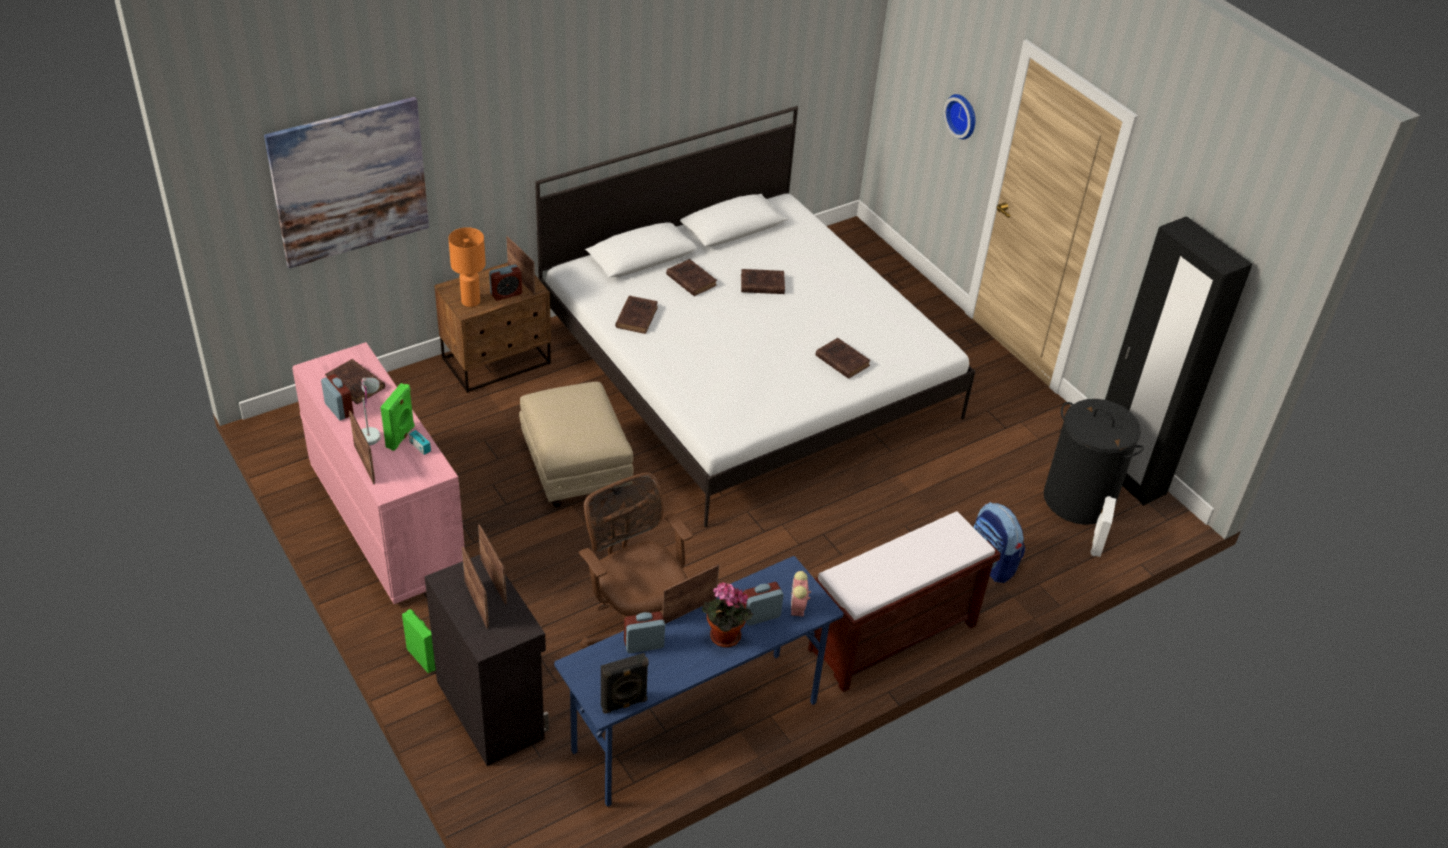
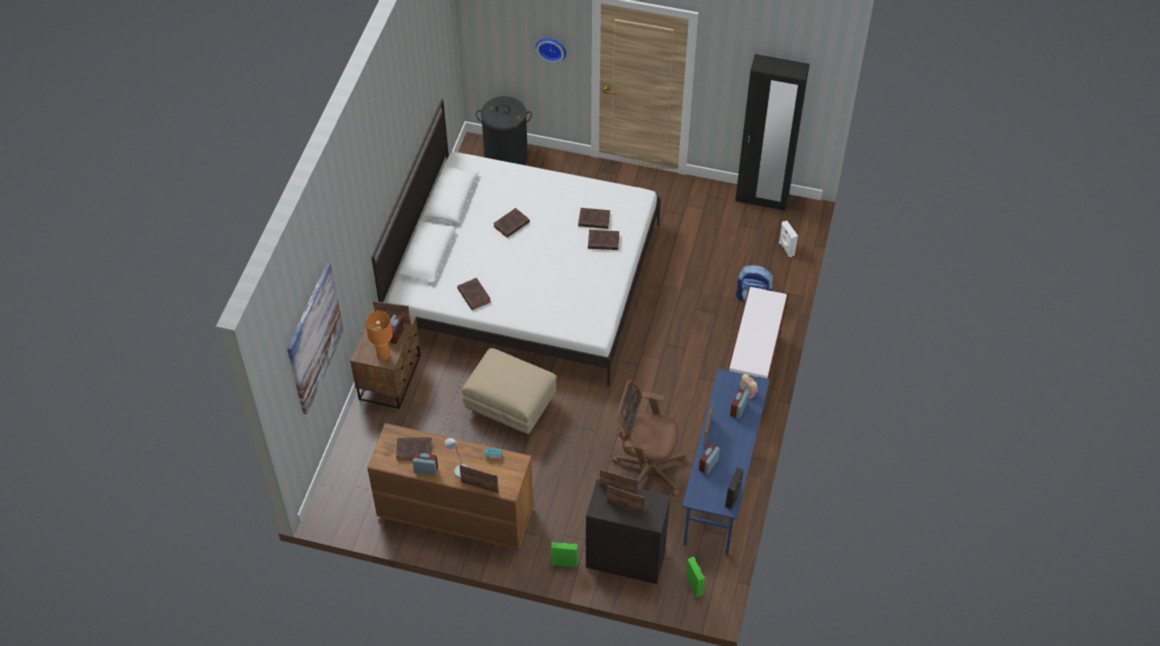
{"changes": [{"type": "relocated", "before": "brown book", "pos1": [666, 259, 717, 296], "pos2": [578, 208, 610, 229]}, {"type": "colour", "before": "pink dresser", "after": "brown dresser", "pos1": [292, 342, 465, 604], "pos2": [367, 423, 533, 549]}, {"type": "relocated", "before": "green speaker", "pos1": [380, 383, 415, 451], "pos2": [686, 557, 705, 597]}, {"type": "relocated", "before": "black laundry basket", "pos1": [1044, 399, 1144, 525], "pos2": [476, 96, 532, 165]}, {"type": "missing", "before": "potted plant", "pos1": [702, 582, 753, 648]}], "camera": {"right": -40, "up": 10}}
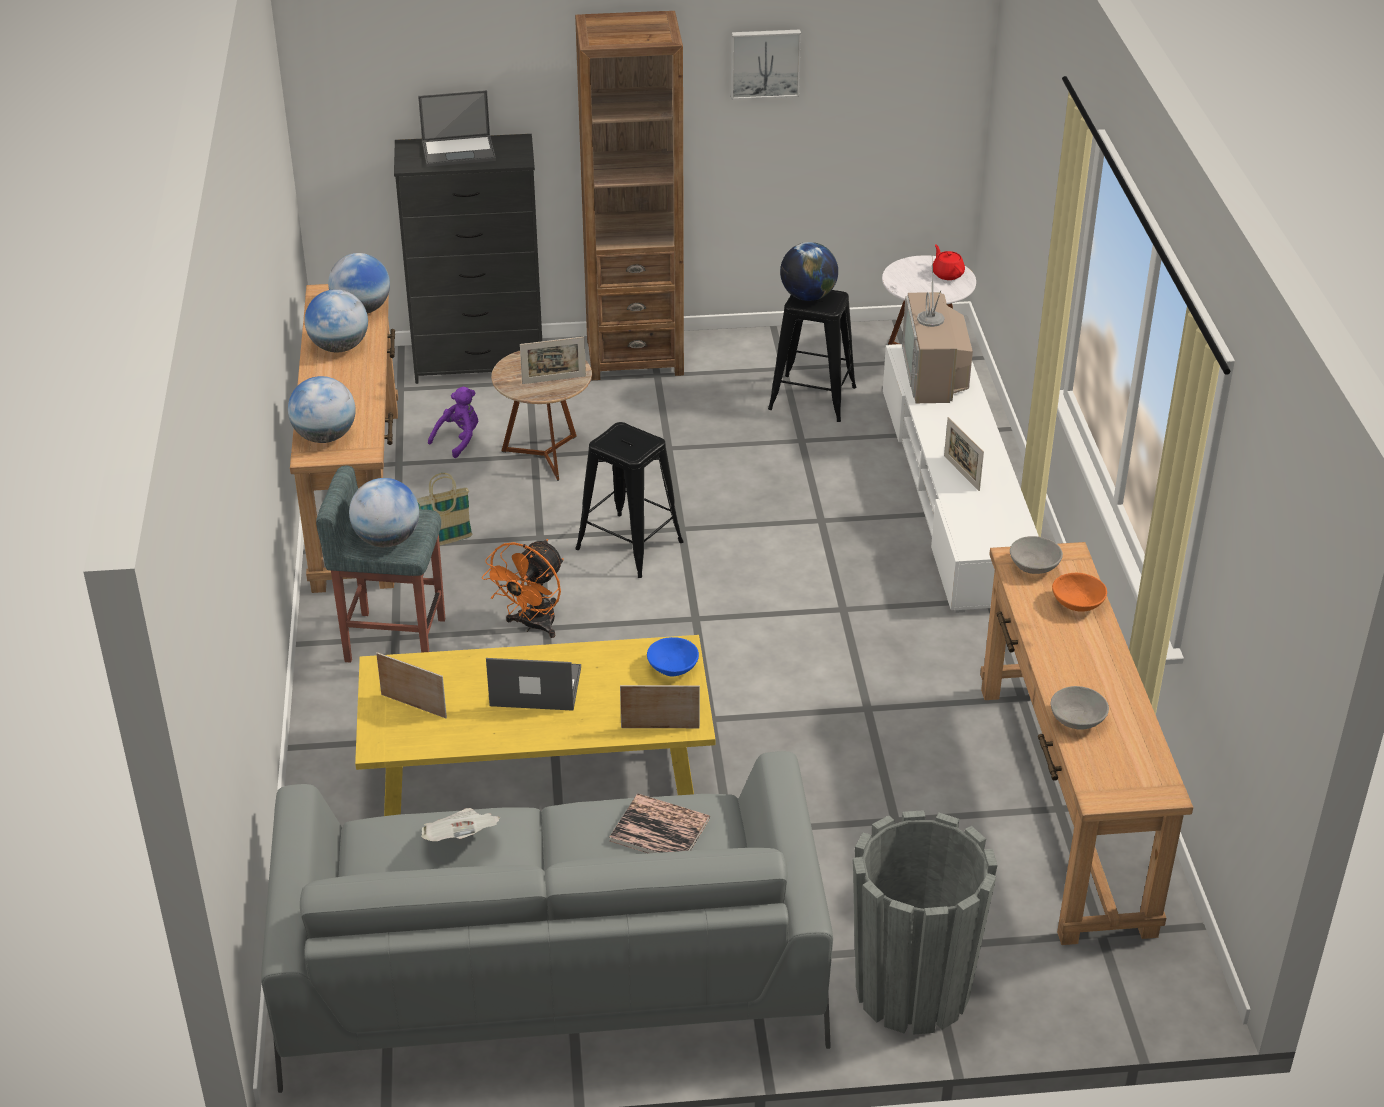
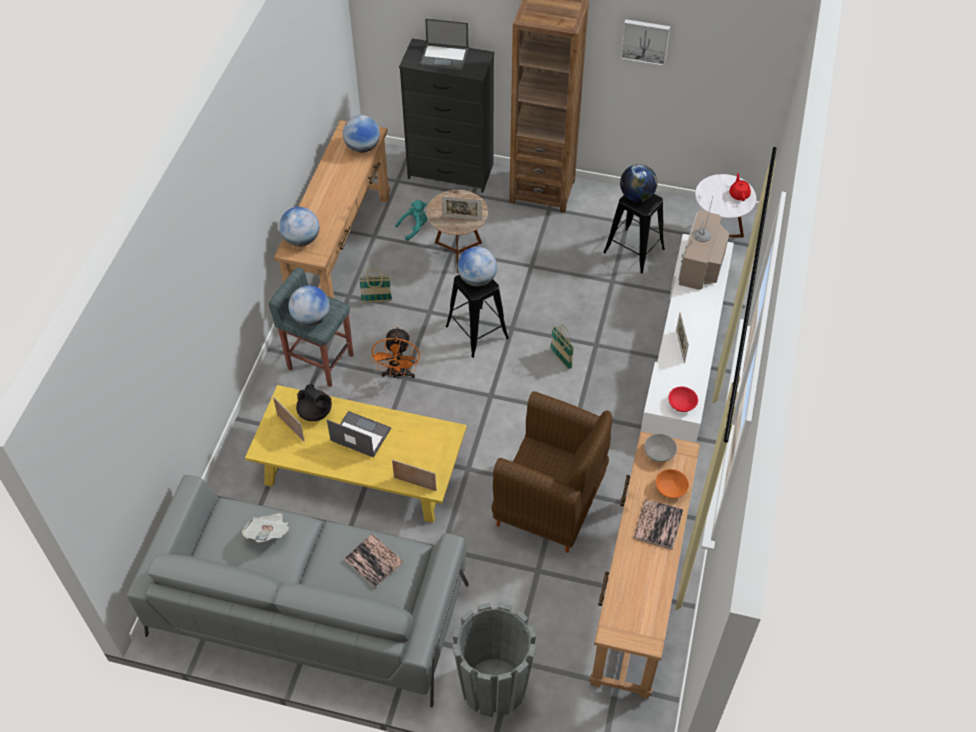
{"changes": [{"type": "relocated", "before": "globe", "pos1": [305, 289, 368, 353], "pos2": [458, 247, 497, 287]}, {"type": "colour", "before": "purple plush toy", "after": "turquoise plush toy", "pos1": [428, 387, 478, 458], "pos2": [395, 200, 427, 241]}, {"type": "spun", "before": "orange fan", "pos1": [482, 539, 564, 638], "pos2": [371, 327, 420, 379], "turn": -45}, {"type": "missing", "before": "blue bowl", "pos1": [647, 637, 699, 677]}, {"type": "missing", "before": "grey bowl", "pos1": [1051, 686, 1109, 730]}, {"type": "appeared", "after": "basket", "pos2": [550, 325, 574, 370]}, {"type": "appeared", "after": "black teapot", "pos2": [296, 384, 332, 421]}, {"type": "appeared", "after": "red bowl", "pos2": [668, 387, 698, 412]}, {"type": "appeared", "after": "brown armchair", "pos2": [491, 391, 612, 553]}, {"type": "appeared", "after": "book", "pos2": [633, 499, 684, 550]}], "camera": {"right": 20, "up": 15}}
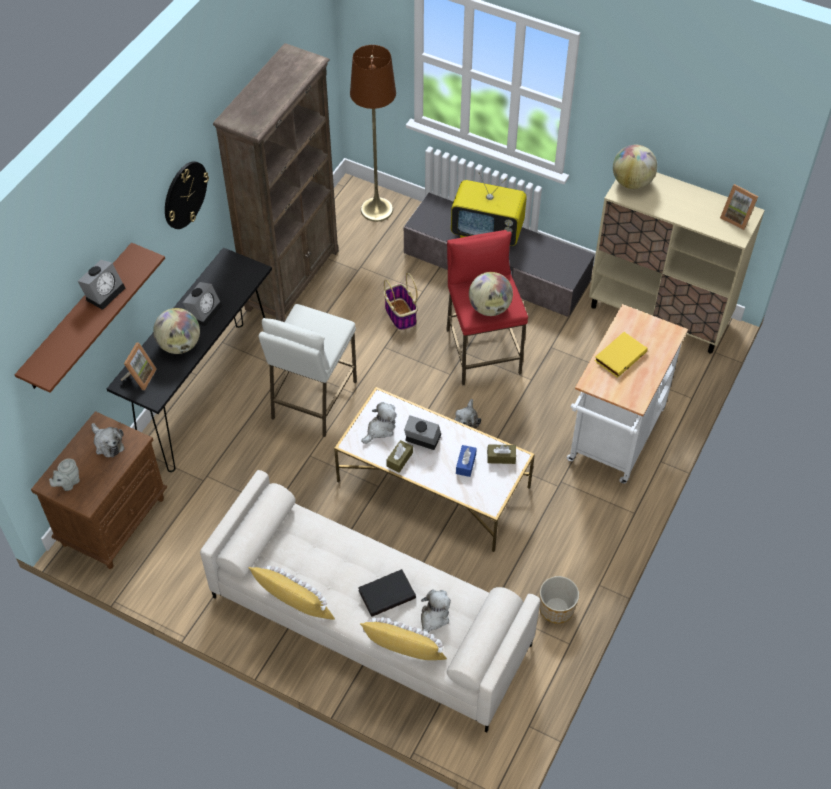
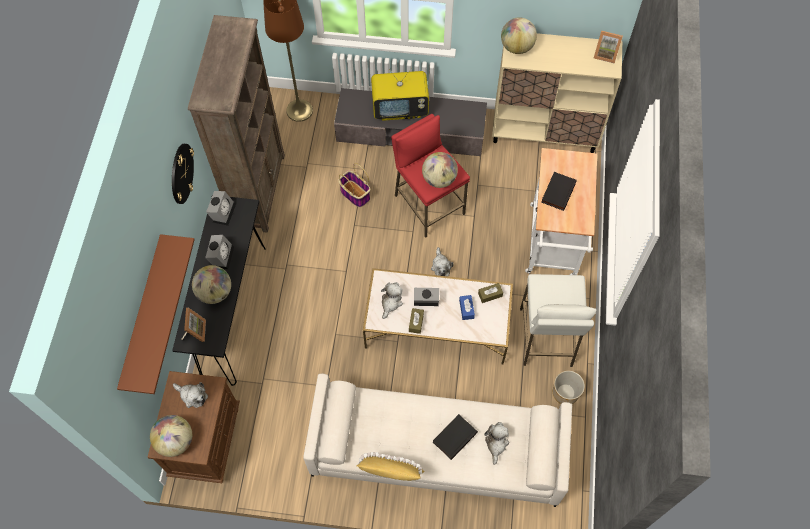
{"changes": [{"type": "relocated", "before": "alarm clock", "pos1": [78, 260, 125, 310], "pos2": [206, 191, 236, 226]}, {"type": "relocated", "before": "white stool", "pos1": [259, 304, 357, 437], "pos2": [520, 274, 597, 367]}, {"type": "colour", "before": "yellow book", "after": "black book", "pos1": [594, 332, 648, 378], "pos2": [541, 172, 577, 211]}, {"type": "exchanged", "before": "grey teapot", "after": "globe", "pos1": [49, 458, 80, 491], "pos2": [150, 415, 192, 457]}, {"type": "missing", "before": "yellow pillow", "pos1": [360, 617, 447, 660]}], "camera": {"right": -20, "up": 10}}
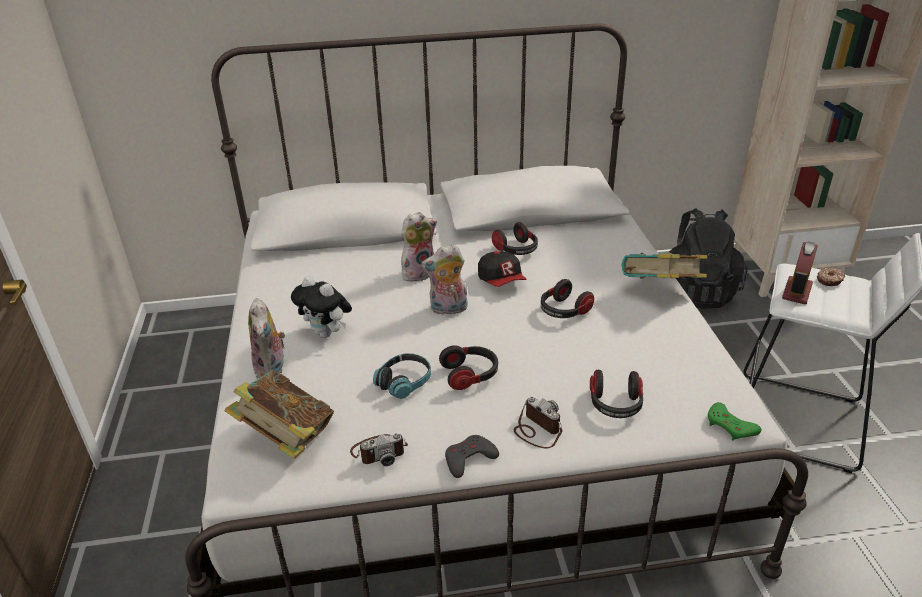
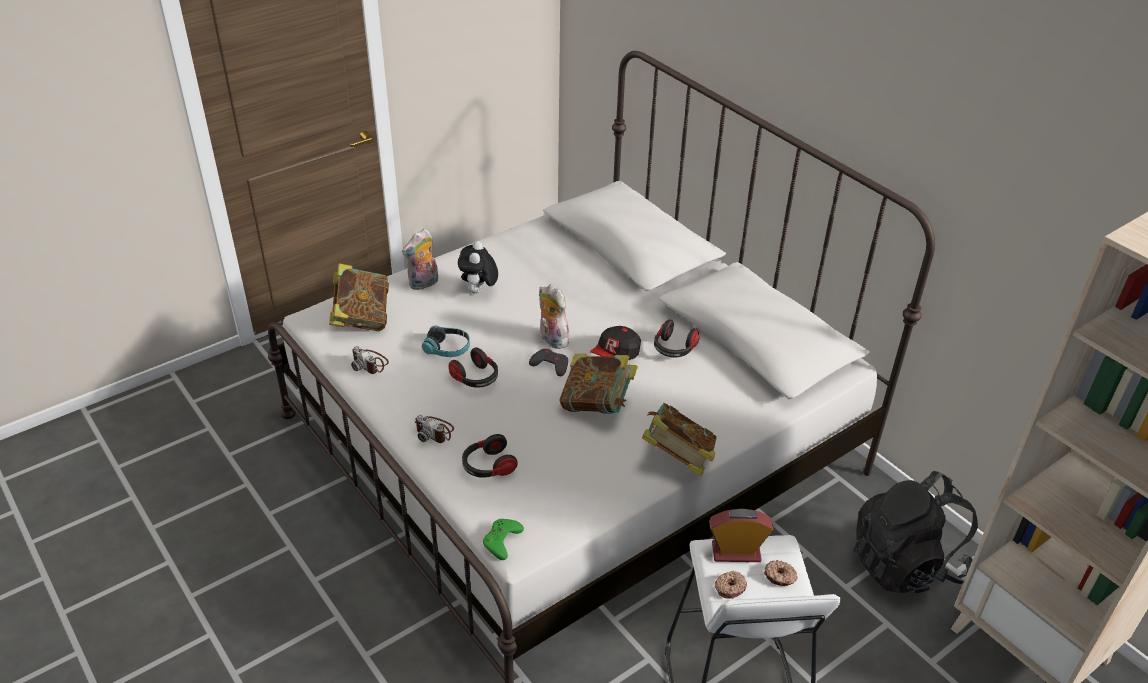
{"changes": [{"type": "missing", "before": "plush toy", "pos1": [401, 212, 437, 282]}, {"type": "exchanged", "before": "headphones", "after": "book", "pos1": [541, 279, 594, 318], "pos2": [560, 354, 638, 414]}, {"type": "spun", "before": "photo camera", "pos1": [514, 397, 562, 448], "pos2": [415, 415, 454, 443], "turn": 105}, {"type": "relocated", "before": "grey game controller", "pos1": [445, 435, 499, 478], "pos2": [529, 349, 568, 376]}, {"type": "appeared", "after": "donut", "pos2": [715, 571, 747, 599]}], "camera": {"right": 60, "up": 5}}
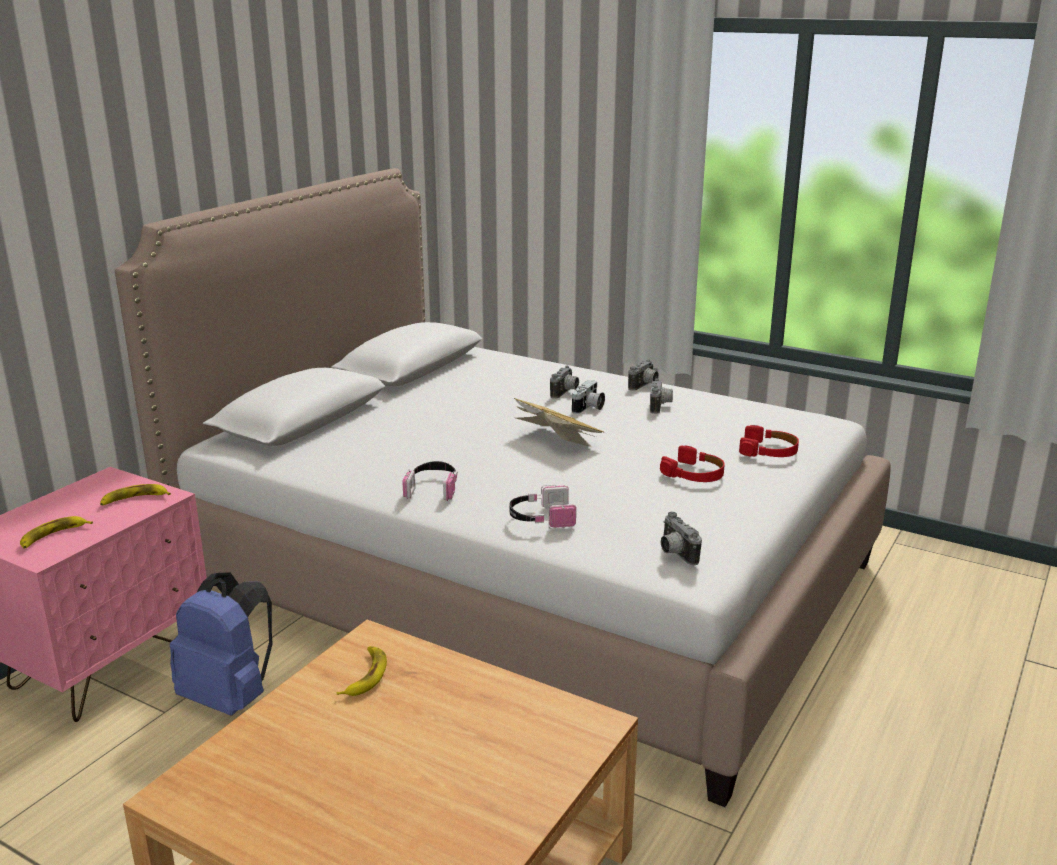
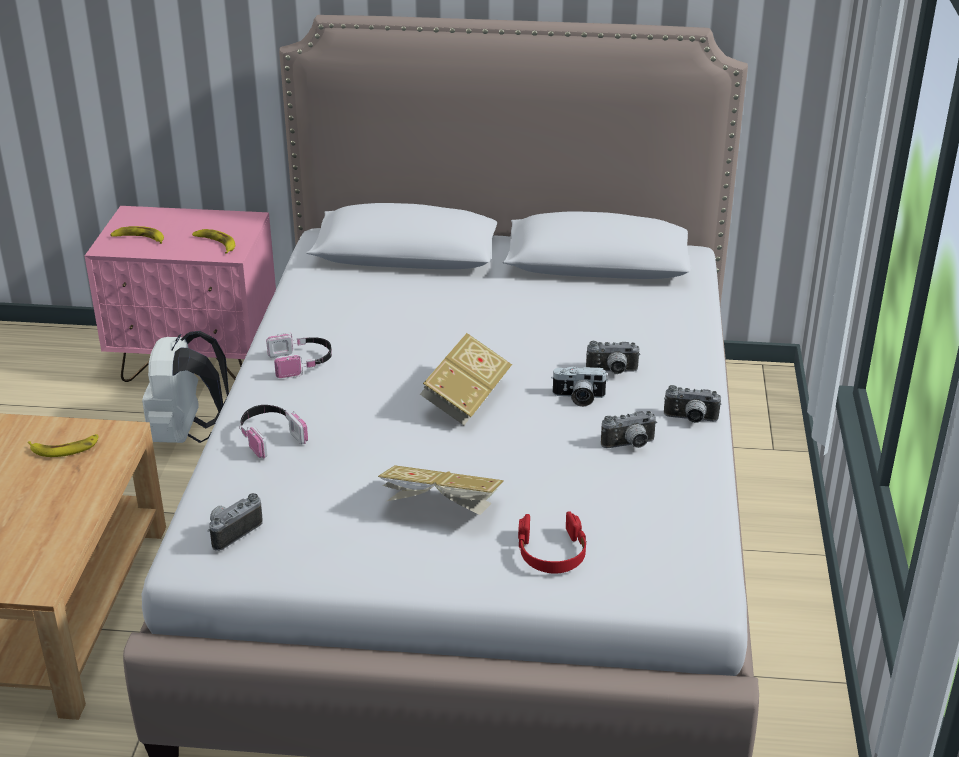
{"changes": [{"type": "exchanged", "before": "red headphones", "after": "book", "pos1": [660, 446, 725, 482], "pos2": [378, 465, 504, 515]}, {"type": "colour", "before": "blue backpack", "after": "white backpack", "pos1": [170, 572, 273, 715], "pos2": [142, 331, 229, 443]}], "camera": {"right": 65, "up": 10}}
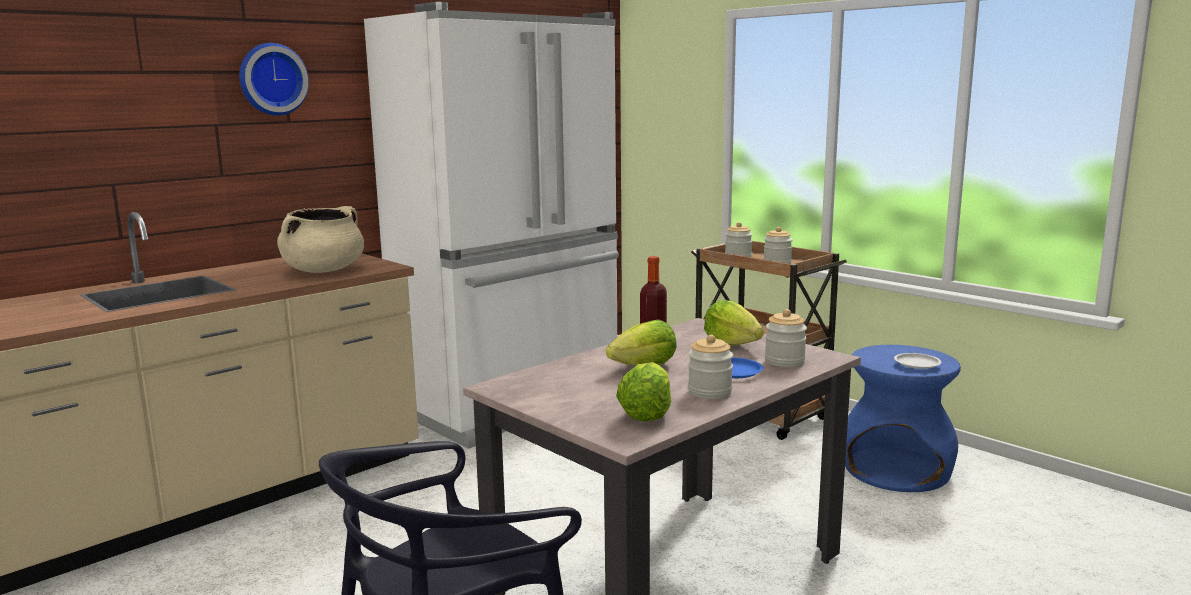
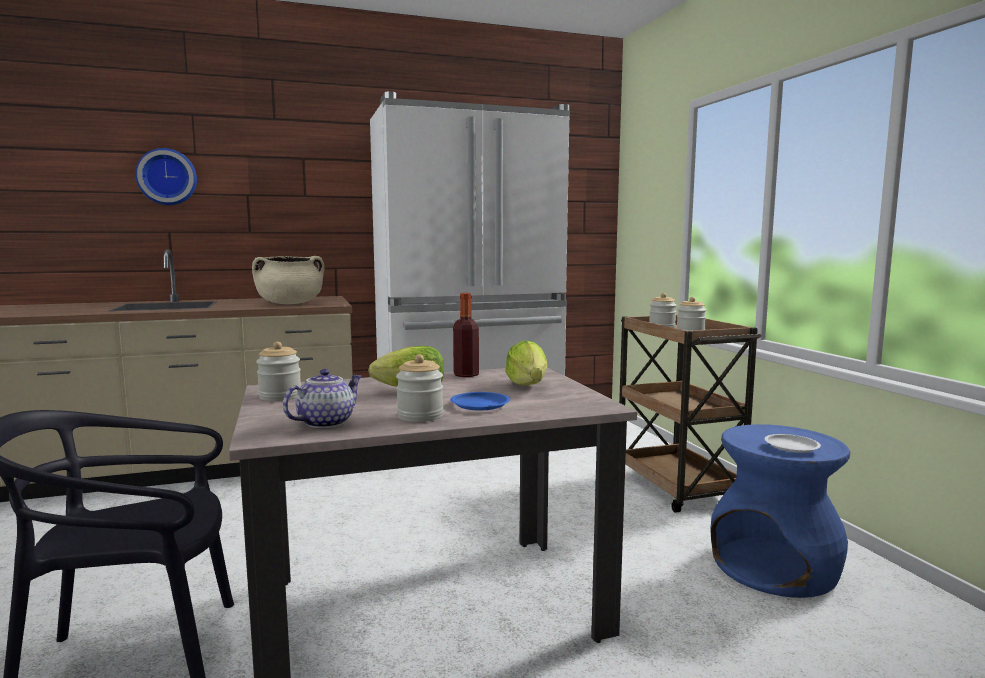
{"changes": [{"type": "relocated", "before": "wall clock", "pos1": [239, 43, 309, 115], "pos2": [135, 148, 197, 205]}, {"type": "relocated", "before": "jar", "pos1": [765, 309, 807, 367], "pos2": [256, 342, 301, 401]}, {"type": "exchanged", "before": "lettuce", "after": "teapot", "pos1": [616, 362, 671, 421], "pos2": [283, 369, 362, 428]}], "camera": {"right": 25, "up": -5}}
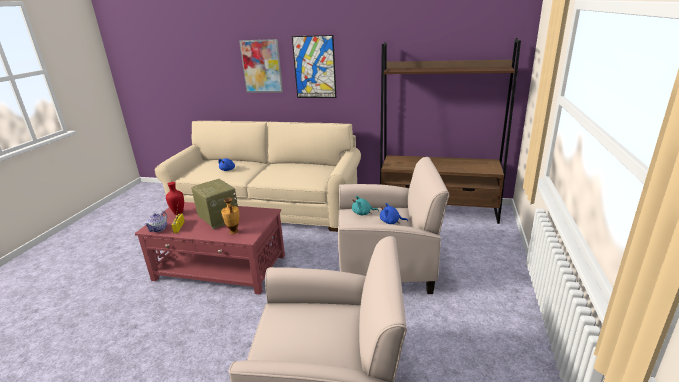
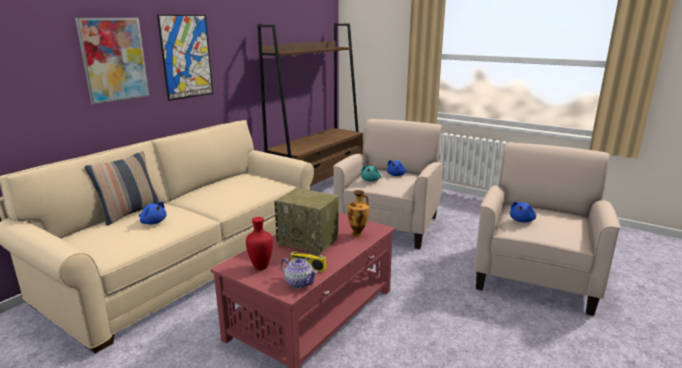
{"changes": [{"type": "spun", "before": "radio", "pos1": [191, 179, 240, 229], "pos2": [274, 188, 339, 255], "turn": -135}, {"type": "appeared", "after": "pillow", "pos2": [85, 151, 162, 225]}, {"type": "appeared", "after": "blue plush toy", "pos2": [510, 201, 536, 222]}], "camera": {"right": -70, "up": -5}}
